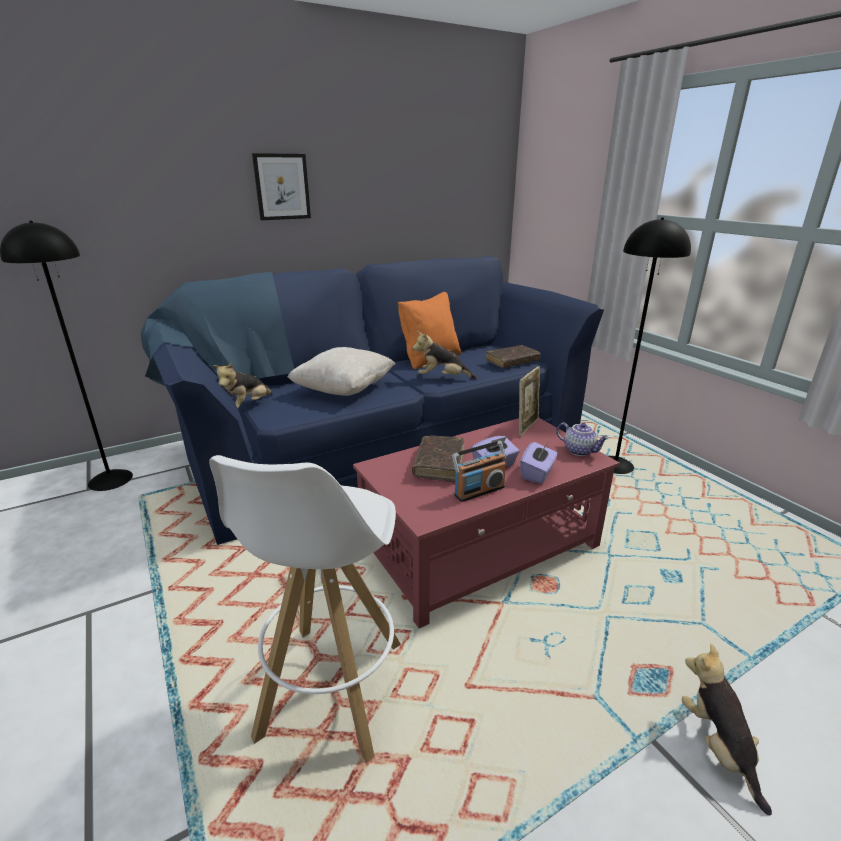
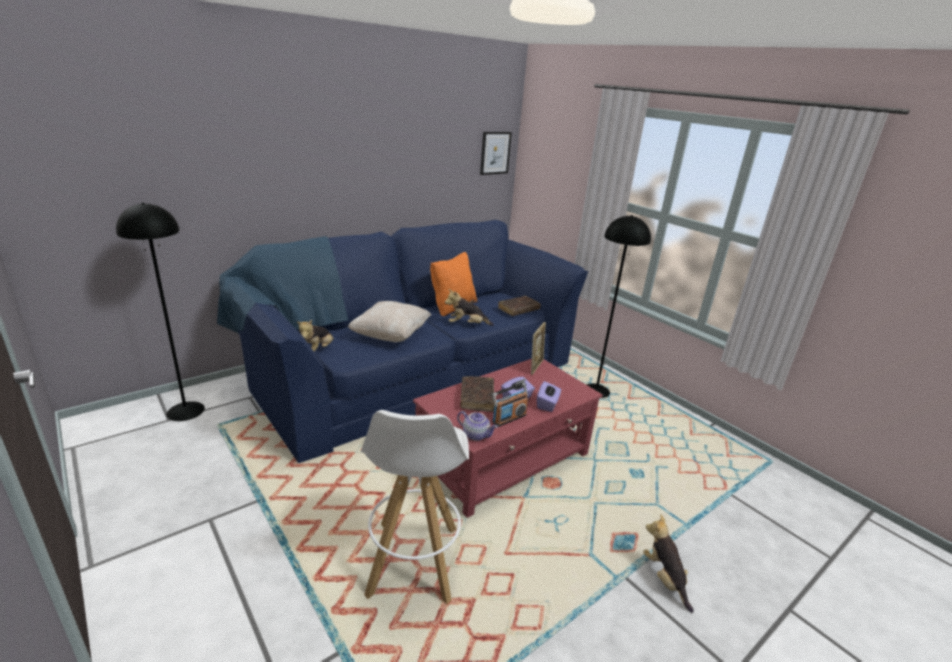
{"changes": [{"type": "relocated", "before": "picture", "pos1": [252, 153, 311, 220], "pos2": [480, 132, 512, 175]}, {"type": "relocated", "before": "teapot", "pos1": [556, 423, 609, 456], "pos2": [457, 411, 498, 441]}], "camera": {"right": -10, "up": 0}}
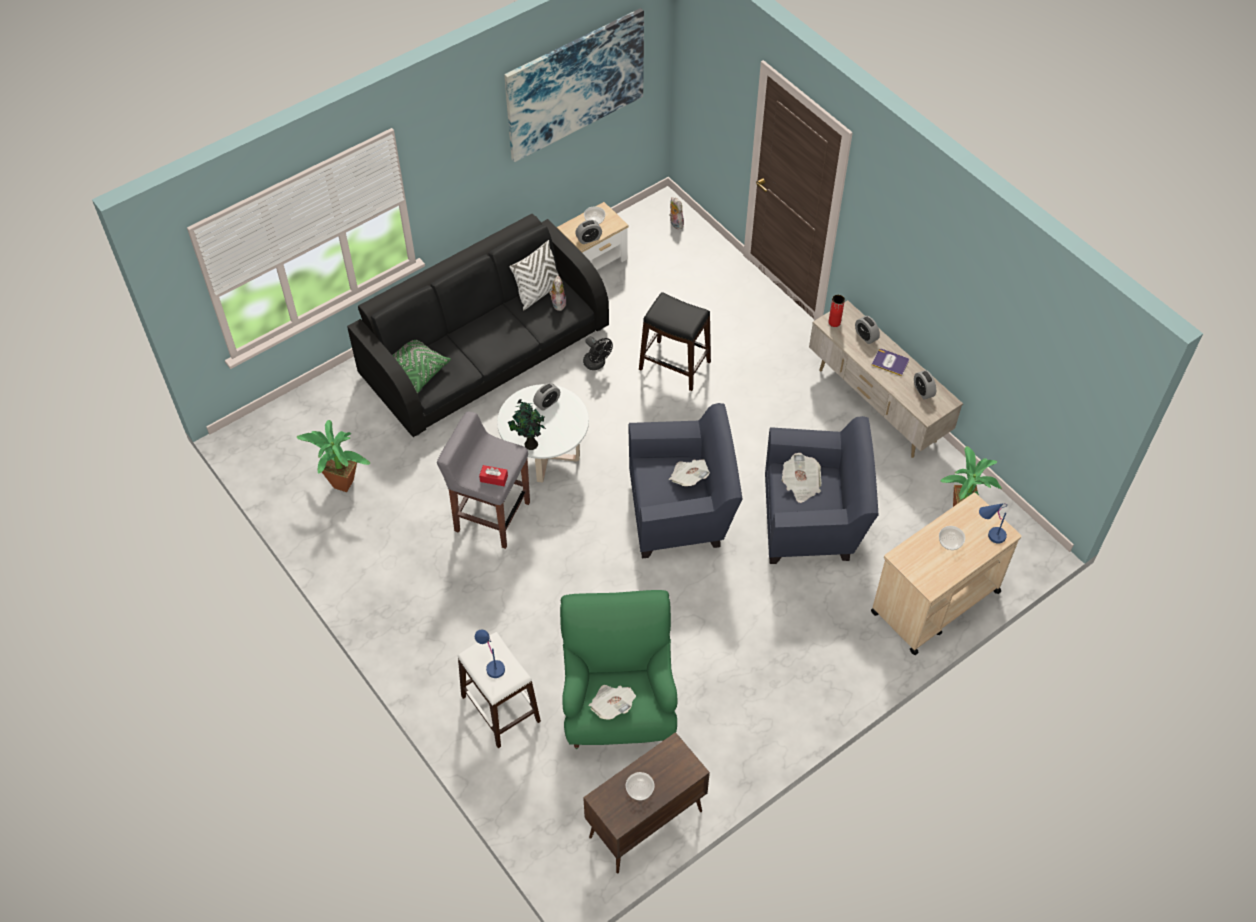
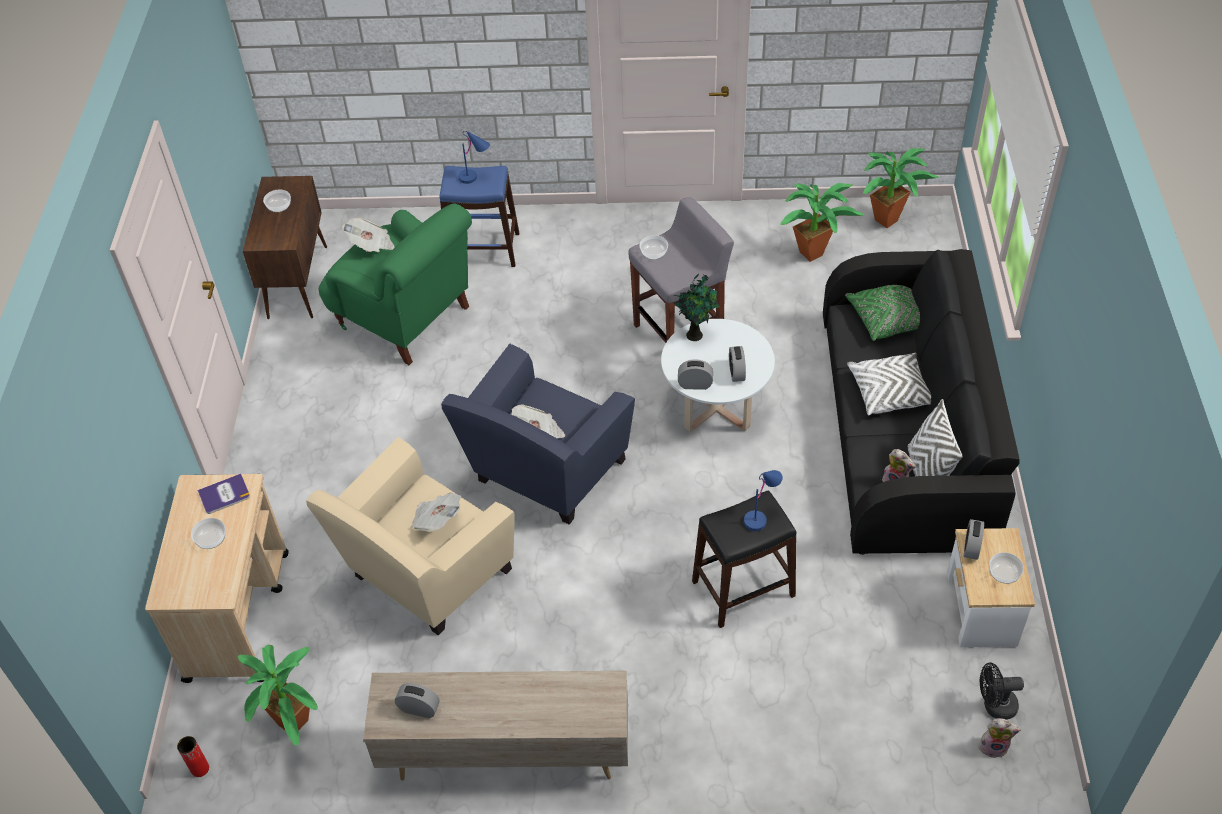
{"changes": [{"type": "missing", "before": "picture", "pos1": [504, 8, 644, 162]}, {"type": "relocated", "before": "red vase", "pos1": [828, 295, 845, 327], "pos2": [177, 736, 209, 777]}, {"type": "relocated", "before": "alarm clock", "pos1": [855, 316, 880, 344], "pos2": [678, 359, 713, 390]}, {"type": "relocated", "before": "black fan", "pos1": [583, 336, 613, 370], "pos2": [980, 663, 1024, 720]}, {"type": "relocated", "before": "book", "pos1": [871, 349, 909, 376], "pos2": [197, 474, 250, 514]}, {"type": "colour", "before": "blue armchair", "after": "beige armchair", "pos1": [765, 416, 879, 564], "pos2": [306, 437, 515, 635]}, {"type": "exchanged", "before": "red tissue box", "after": "bowl", "pos1": [479, 465, 508, 486], "pos2": [639, 235, 668, 260]}, {"type": "relocated", "before": "blue table lamp", "pos1": [979, 504, 1007, 543], "pos2": [744, 470, 783, 531]}, {"type": "colour", "before": "white stool", "after": "blue stool", "pos1": [458, 632, 541, 748], "pos2": [440, 166, 519, 267]}, {"type": "appeared", "after": "potted plant", "pos2": [863, 148, 939, 228]}, {"type": "appeared", "after": "white pillow", "pos2": [847, 353, 931, 415]}], "camera": {"right": 130, "up": -5}}
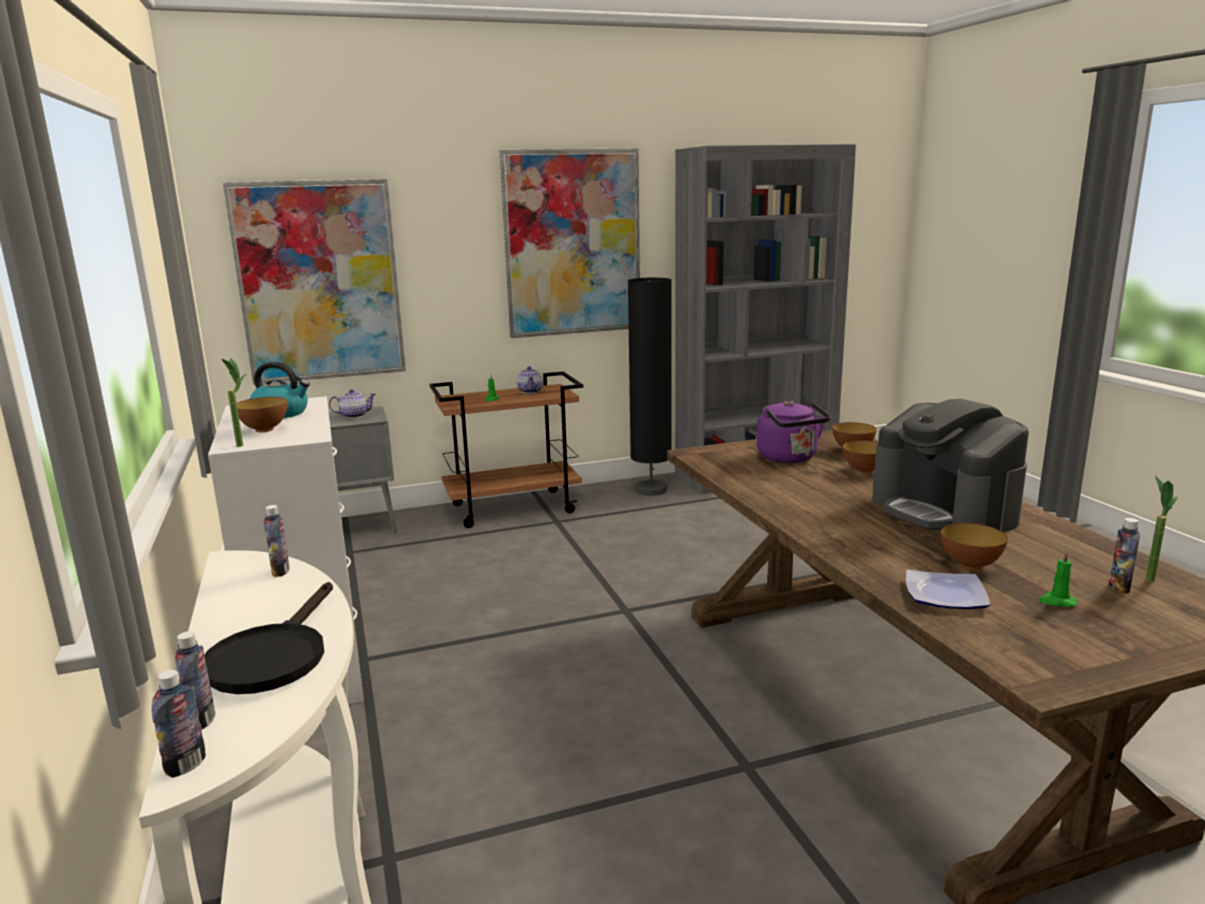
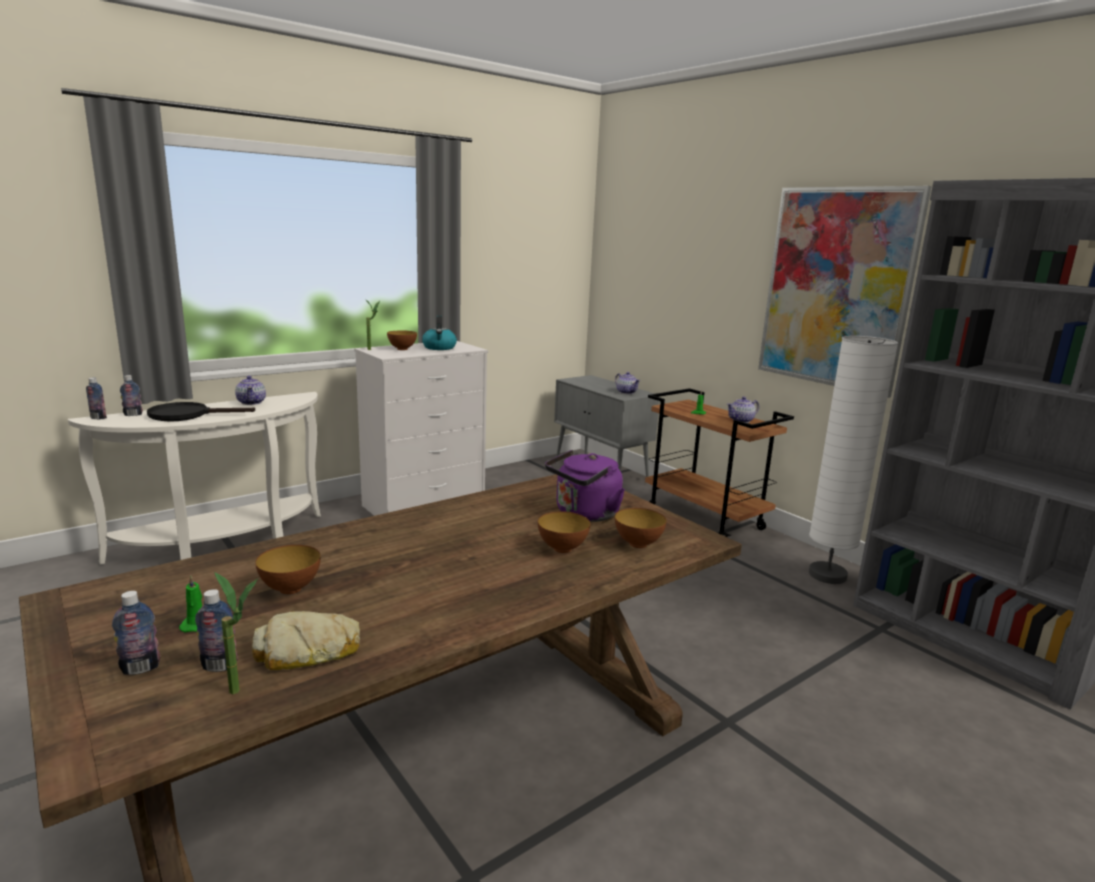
{"changes": [{"type": "missing", "before": "picture", "pos1": [223, 179, 406, 385]}, {"type": "colour", "before": "black floor lamp", "after": "white floor lamp", "pos1": [628, 278, 672, 496], "pos2": [809, 336, 898, 584]}, {"type": "missing", "before": "coffee machine", "pos1": [872, 398, 1029, 532]}, {"type": "relocated", "before": "bottle", "pos1": [264, 505, 290, 577], "pos2": [112, 591, 160, 675]}, {"type": "missing", "before": "plate", "pos1": [906, 570, 990, 609]}, {"type": "appeared", "after": "teapot", "pos2": [235, 376, 266, 405]}, {"type": "appeared", "after": "bread", "pos2": [252, 611, 360, 670]}], "camera": {"right": 70, "up": 0}}
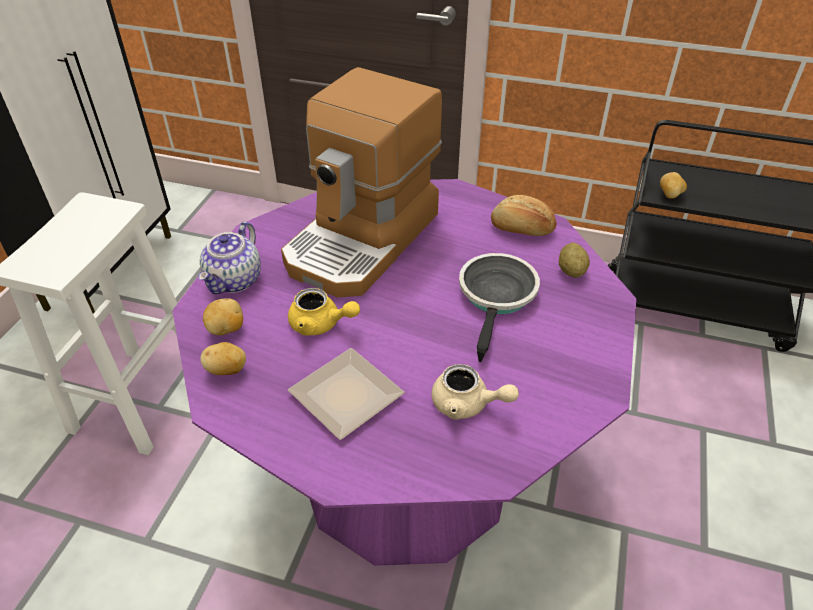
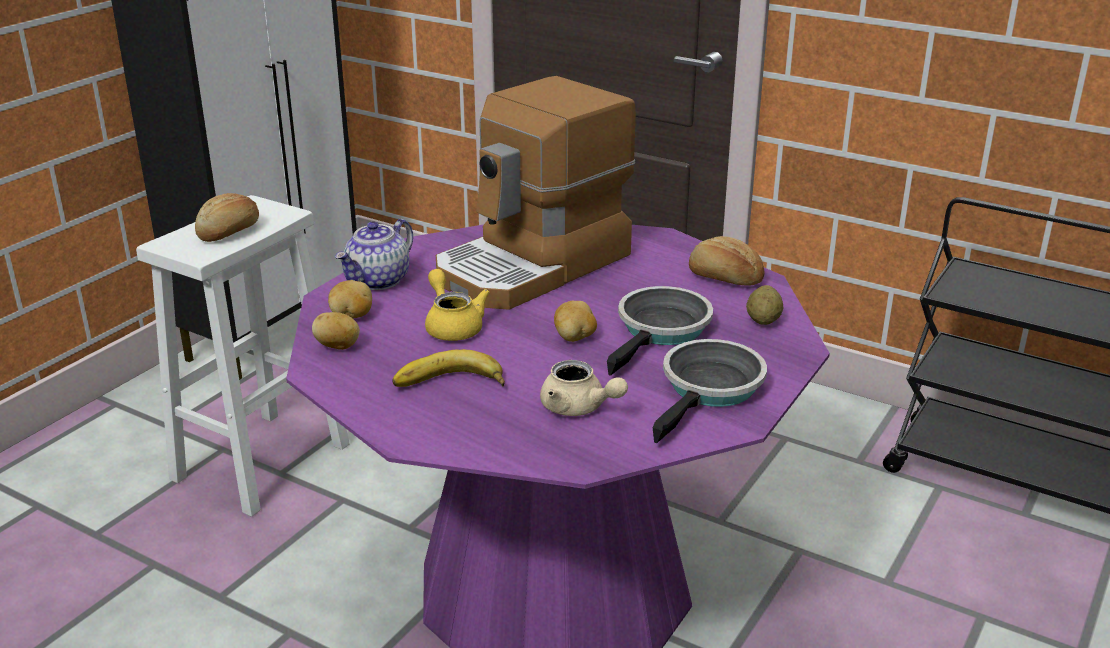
{"changes": [{"type": "relocated", "before": "potato", "pos1": [660, 172, 687, 199], "pos2": [554, 301, 597, 342]}, {"type": "spun", "before": "yellow teapot", "pos1": [288, 288, 360, 336], "pos2": [425, 269, 490, 341], "turn": -150}, {"type": "exchanged", "before": "plate", "after": "banana", "pos1": [288, 348, 405, 440], "pos2": [392, 349, 505, 387]}, {"type": "appeared", "after": "bread", "pos2": [195, 193, 259, 242]}, {"type": "appeared", "after": "frying pan", "pos2": [653, 339, 767, 443]}], "camera": {"right": 15, "up": -15}}
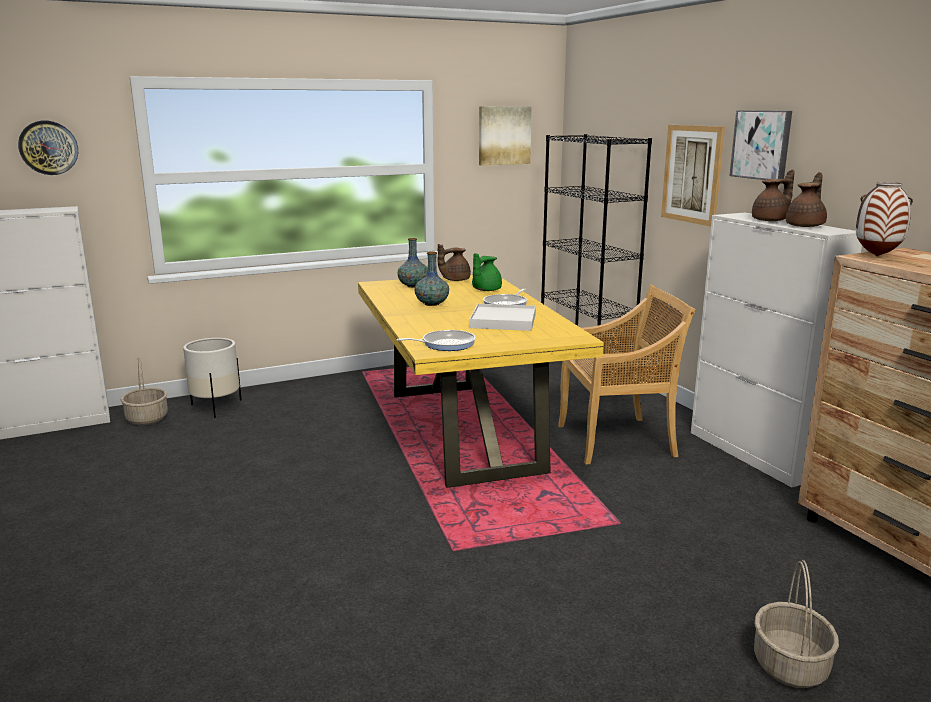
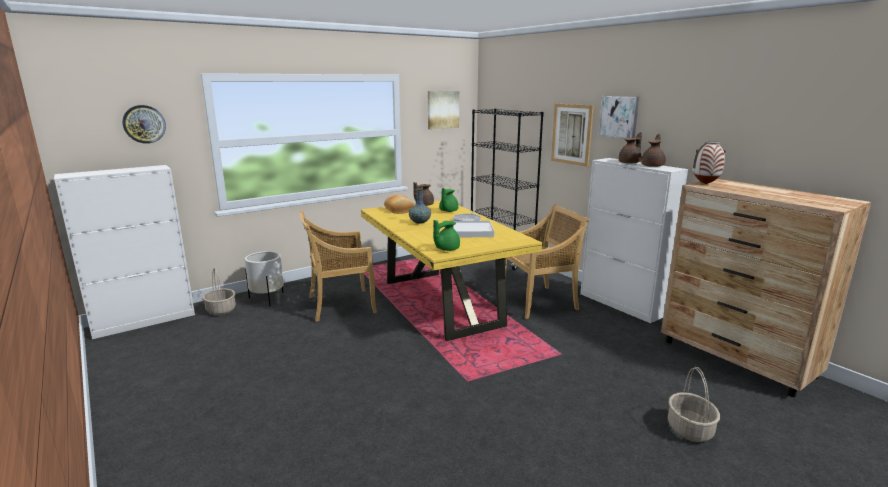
{"changes": [{"type": "exchanged", "before": "vase", "after": "bread", "pos1": [398, 238, 428, 288], "pos2": [385, 195, 414, 214]}, {"type": "exchanged", "before": "frying pan", "after": "green teapot", "pos1": [397, 330, 476, 351], "pos2": [433, 220, 460, 251]}, {"type": "appeared", "after": "beige chair", "pos2": [300, 210, 377, 322]}], "camera": {"right": -10, "up": 0}}
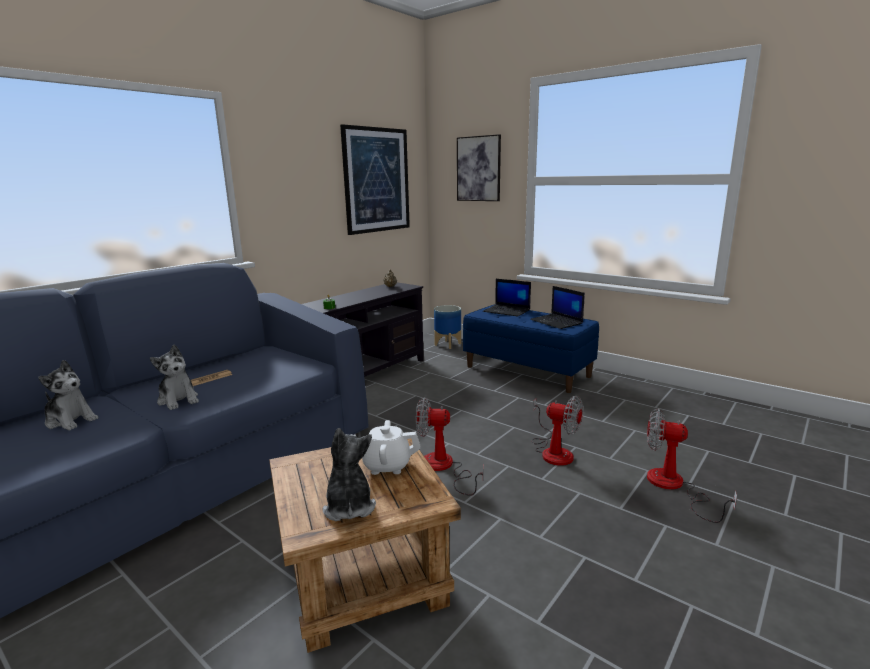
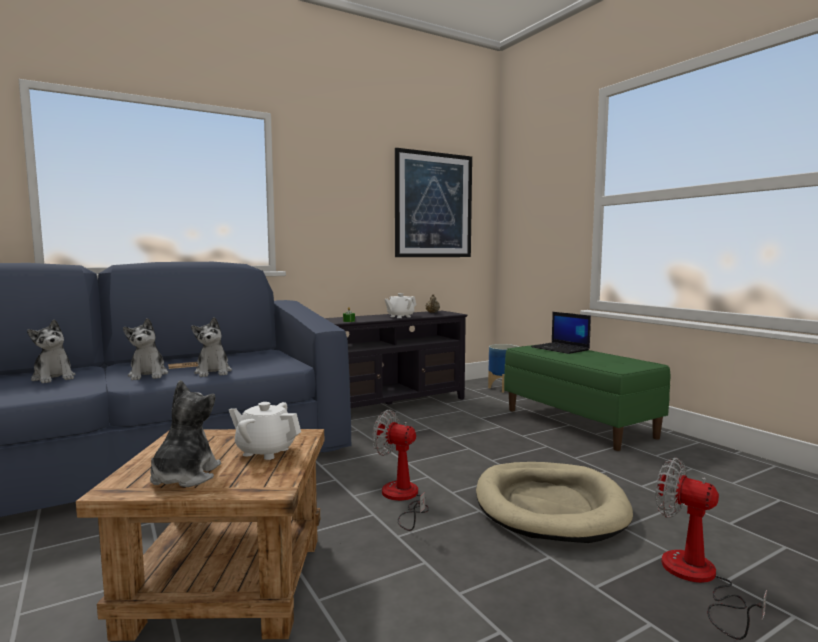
{"changes": [{"type": "missing", "before": "picture", "pos1": [457, 134, 501, 201]}, {"type": "missing", "before": "laptop", "pos1": [530, 286, 585, 329]}, {"type": "colour", "before": "blue bench", "after": "green bench", "pos1": [463, 305, 599, 393], "pos2": [504, 344, 670, 451]}, {"type": "exchanged", "before": "fan", "after": "beige dog bed", "pos1": [532, 396, 583, 466], "pos2": [476, 462, 633, 543]}, {"type": "appeared", "after": "white teapot", "pos2": [384, 293, 417, 318]}, {"type": "appeared", "after": "plush toy", "pos2": [191, 317, 232, 377]}], "camera": {"right": 20, "up": -10}}
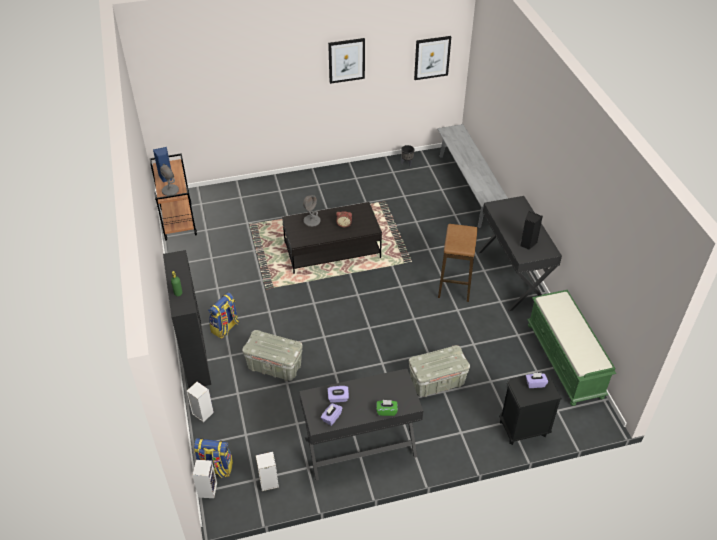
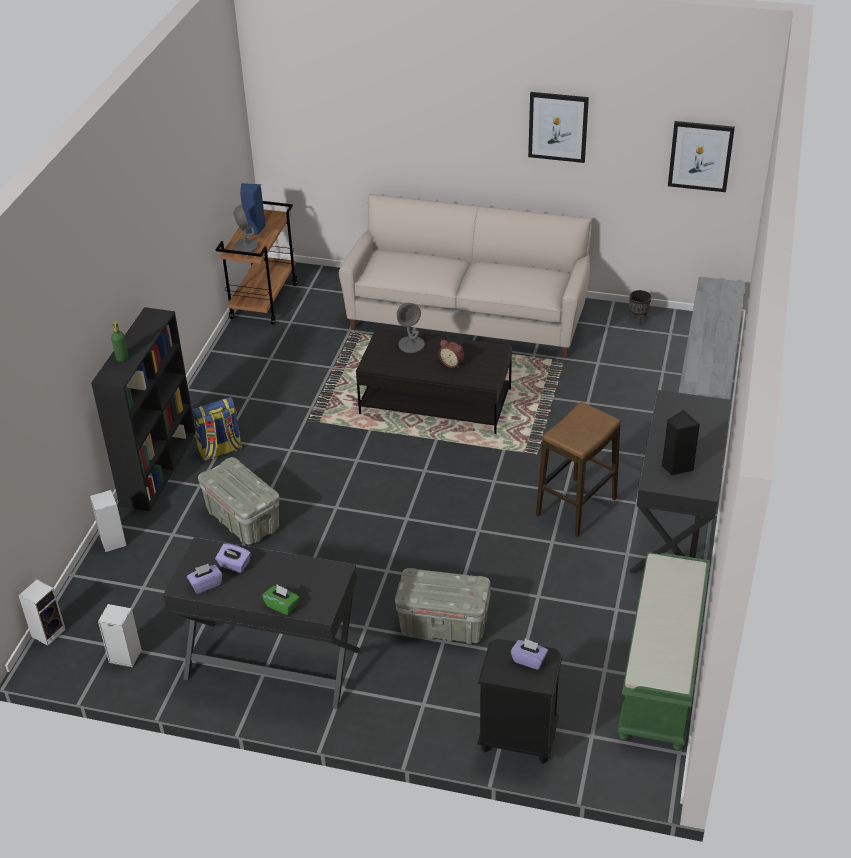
{"changes": [{"type": "missing", "before": "backpack", "pos1": [194, 438, 233, 478]}, {"type": "appeared", "after": "beige sofa", "pos2": [339, 194, 592, 358]}], "camera": {"right": 30, "up": -5}}
